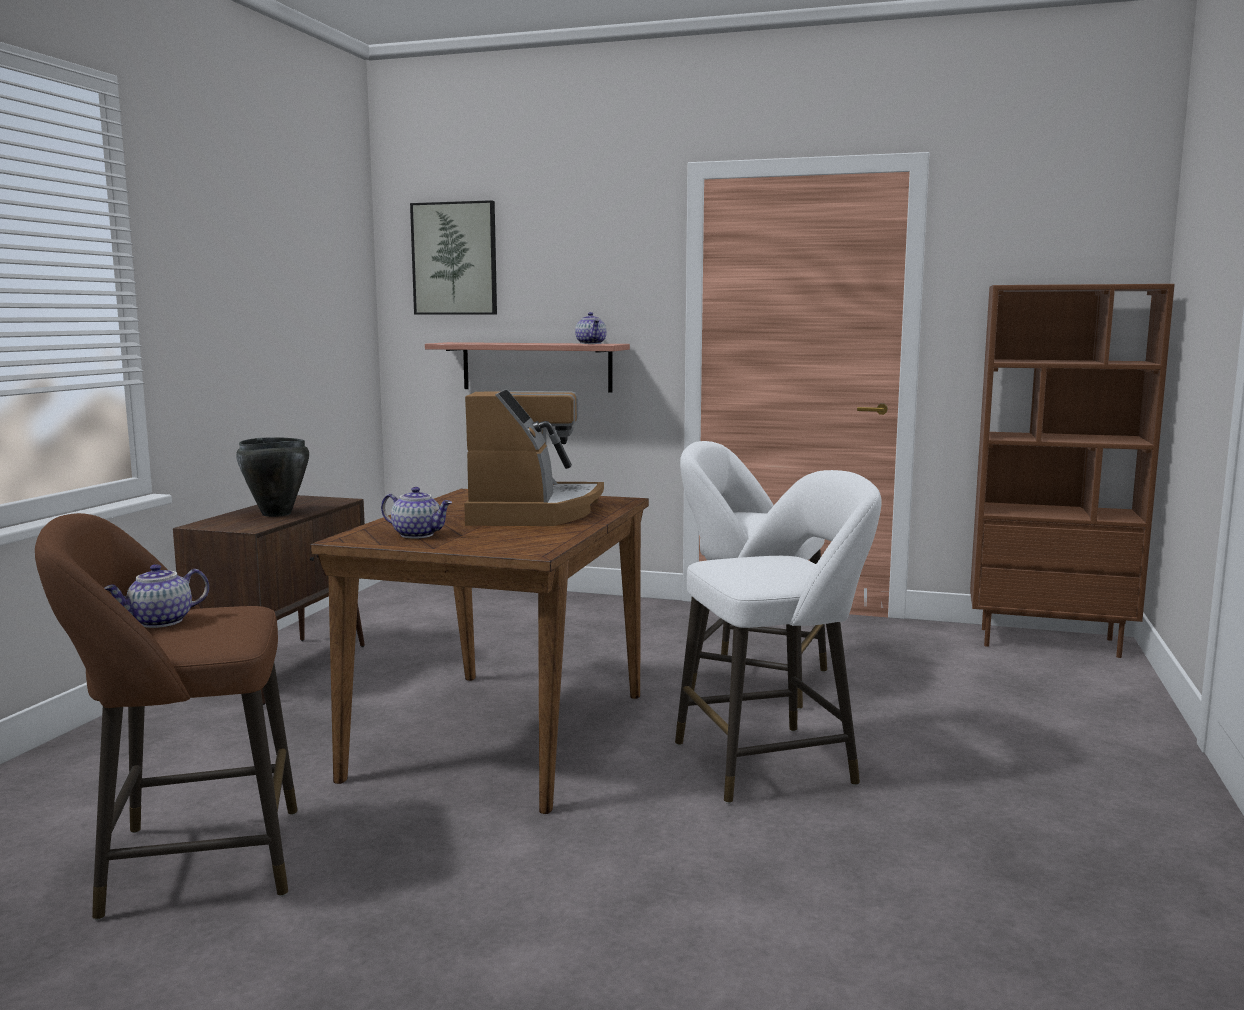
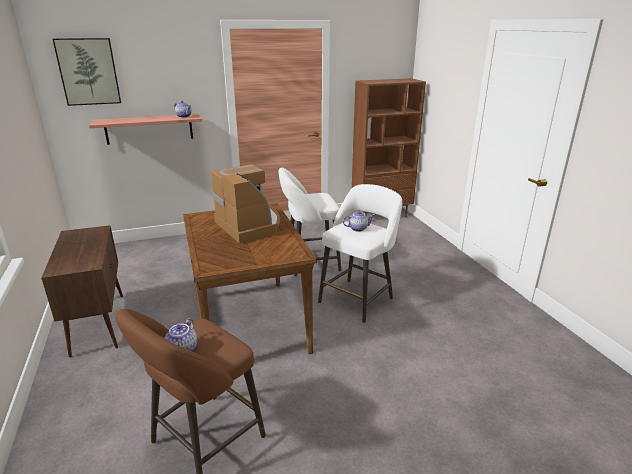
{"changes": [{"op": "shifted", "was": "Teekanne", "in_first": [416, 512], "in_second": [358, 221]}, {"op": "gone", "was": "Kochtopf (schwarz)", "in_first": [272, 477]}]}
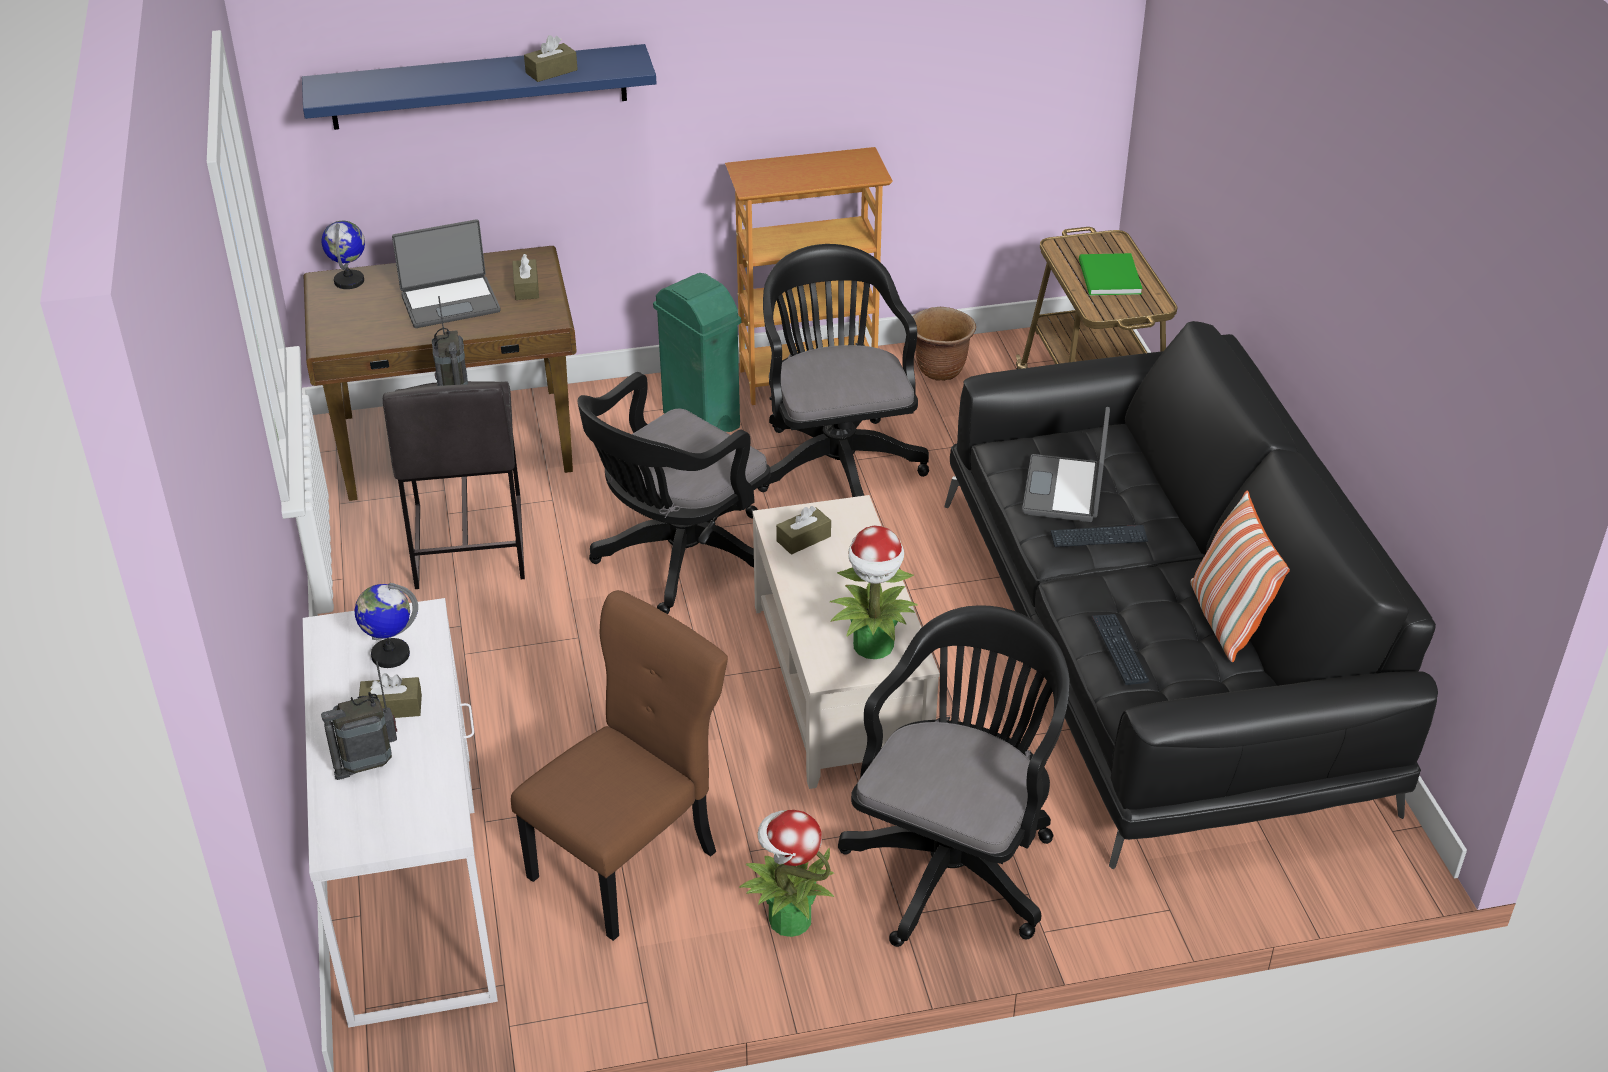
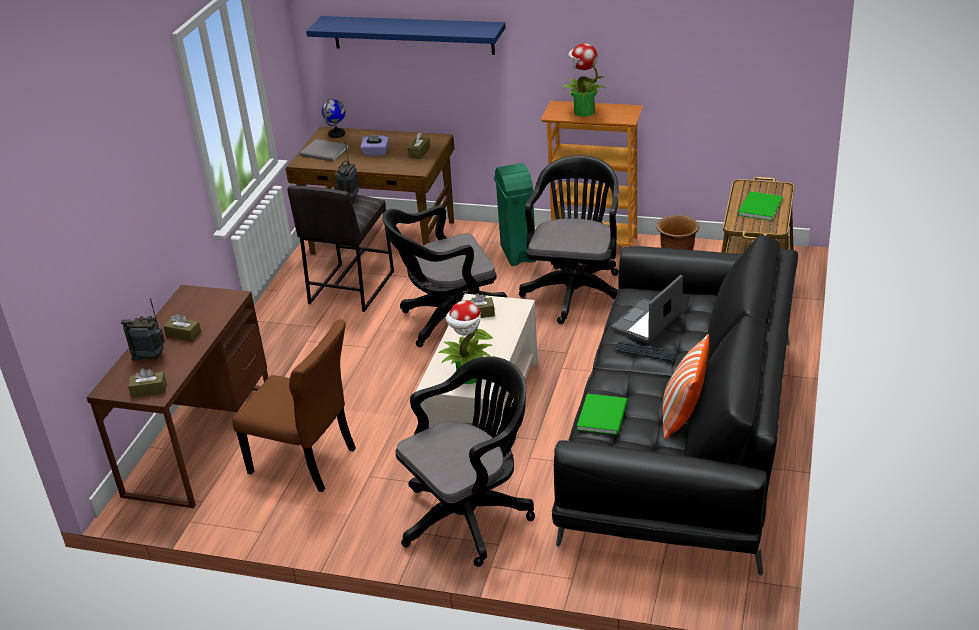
{"changes": [{"op": "repainted", "was": "Schreibtisch (weiß)", "now": "Schreibtisch (braun)", "in_first": [400, 813], "in_second": [177, 396]}, {"op": "shifted", "was": "Taschentuchbox (braun)", "in_first": [551, 58], "in_second": [147, 383]}, {"op": "rotated", "was": "Stuhl (braun)", "in_first": [619, 765], "in_second": [294, 405], "clockwise": 45}, {"op": "new", "now": "Buch (grau)", "in_second": [324, 150]}, {"op": "swapped", "was": "Laptop", "now": "Taschentuchbox (lila)", "in_first": [446, 273], "in_second": [374, 145]}, {"op": "shifted", "was": "Topfpflanze", "in_first": [786, 873], "in_second": [584, 80]}, {"op": "swapped", "was": "Tastatur", "now": "Buch (grün)", "in_first": [1120, 649], "in_second": [602, 414]}, {"op": "gone", "was": "Globus", "in_first": [386, 625]}]}
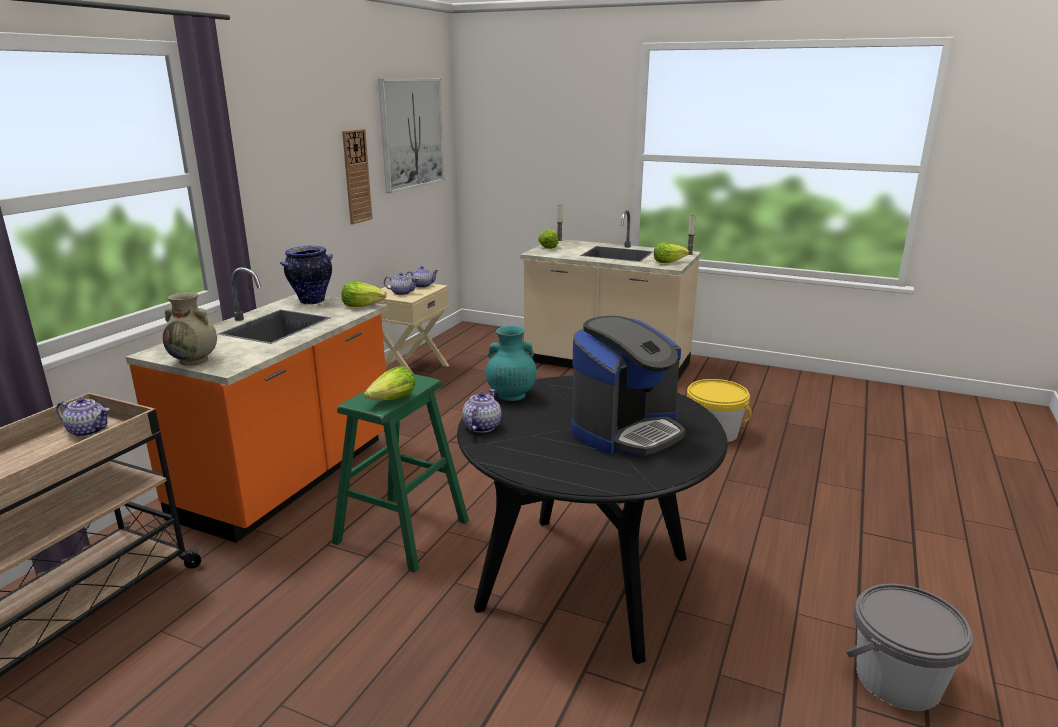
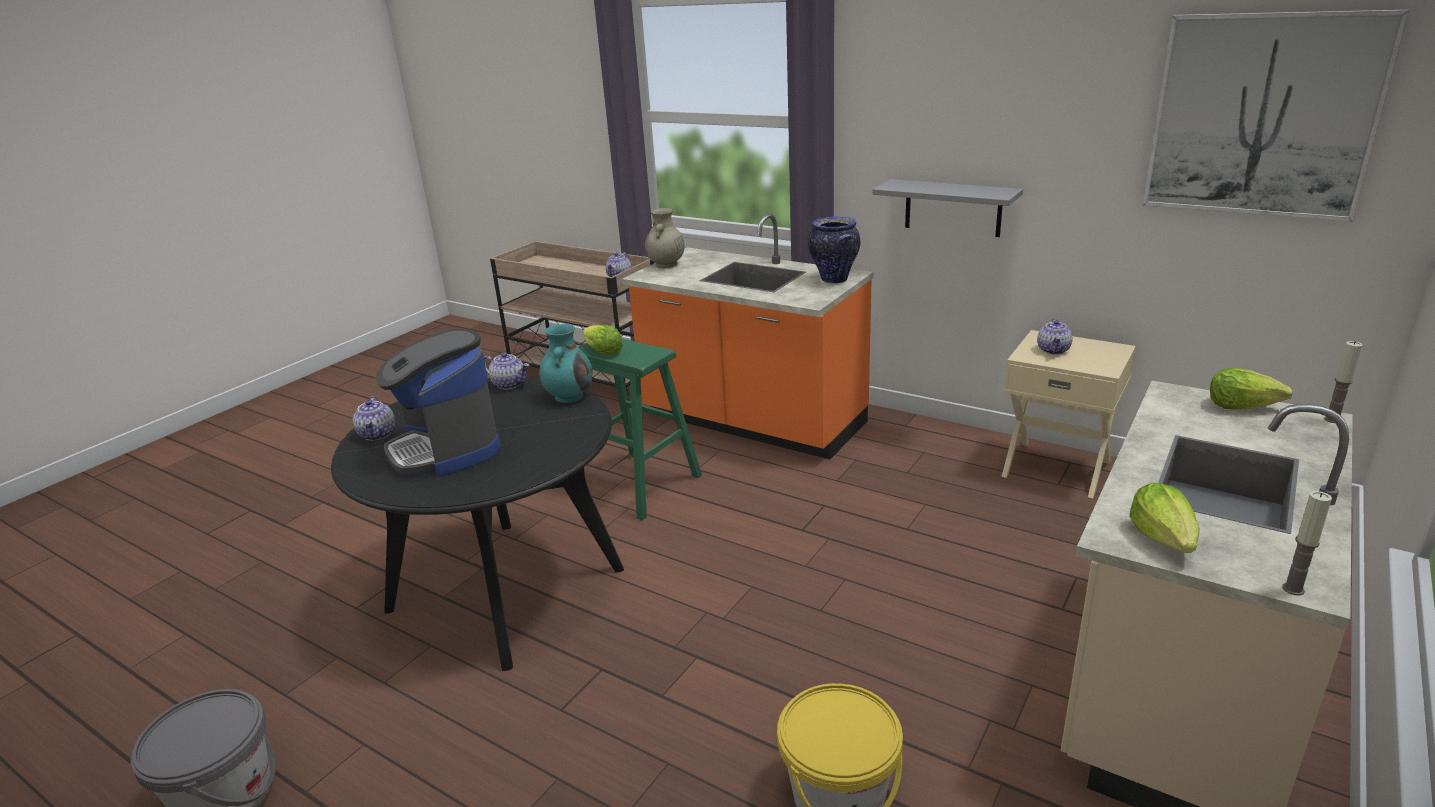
{"changes": [{"op": "shifted", "was": "Teekanne", "in_first": [421, 277], "in_second": [374, 418]}, {"op": "new", "now": "Wandregal (grau)", "in_second": [947, 208]}, {"op": "gone", "was": "Salatkopf", "in_first": [364, 294]}, {"op": "gone", "was": "Wanduhr", "in_first": [357, 176]}]}
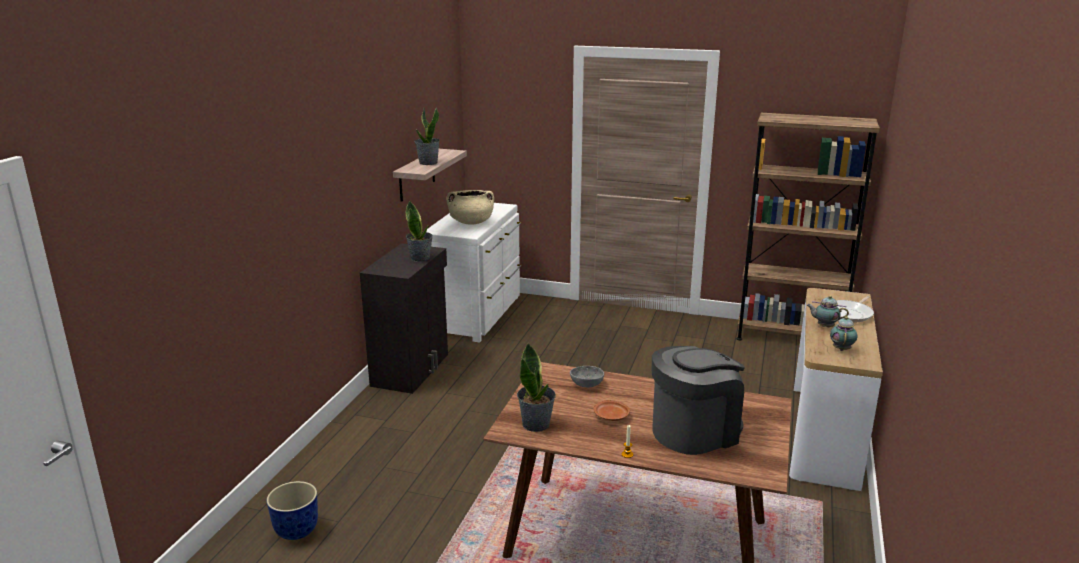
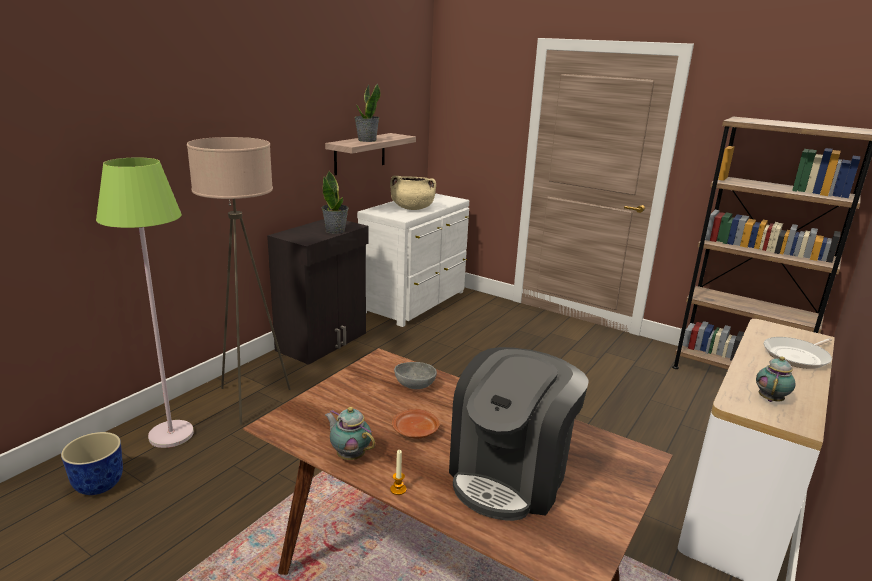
{"changes": [{"op": "new", "now": "Stehlampe (grün)", "in_second": [145, 302]}, {"op": "new", "now": "Stehlampe (beige)", "in_second": [239, 281]}, {"op": "shifted", "was": "Teekanne", "in_first": [828, 312], "in_second": [350, 433]}, {"op": "rotated", "was": "Kaffeemaschine", "in_first": [698, 400], "in_second": [519, 434], "clockwise": 135}, {"op": "gone", "was": "Topfpflanze", "in_first": [536, 387]}]}
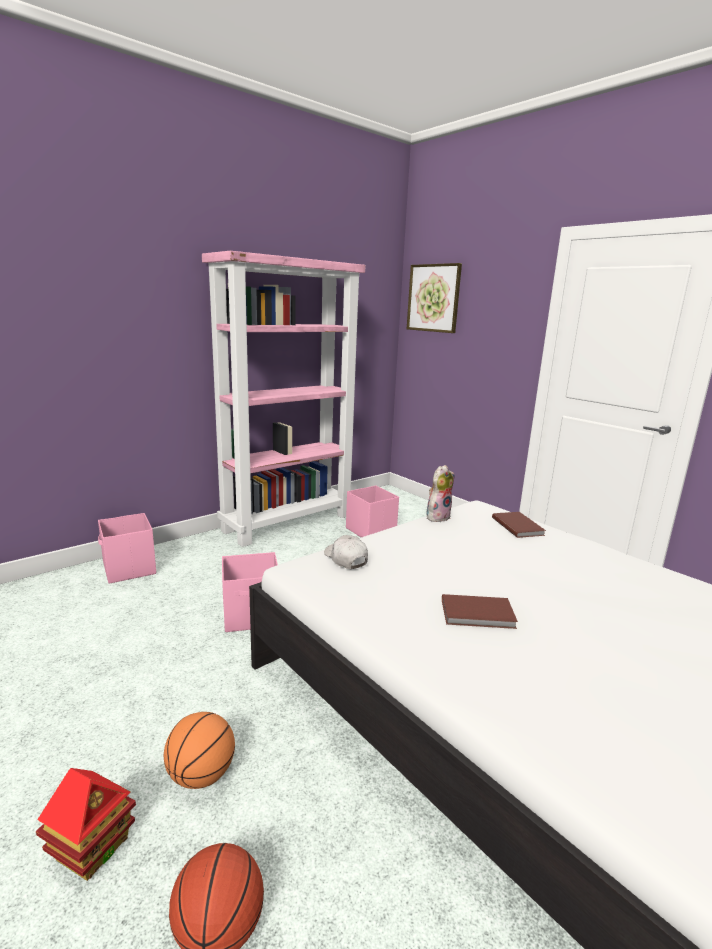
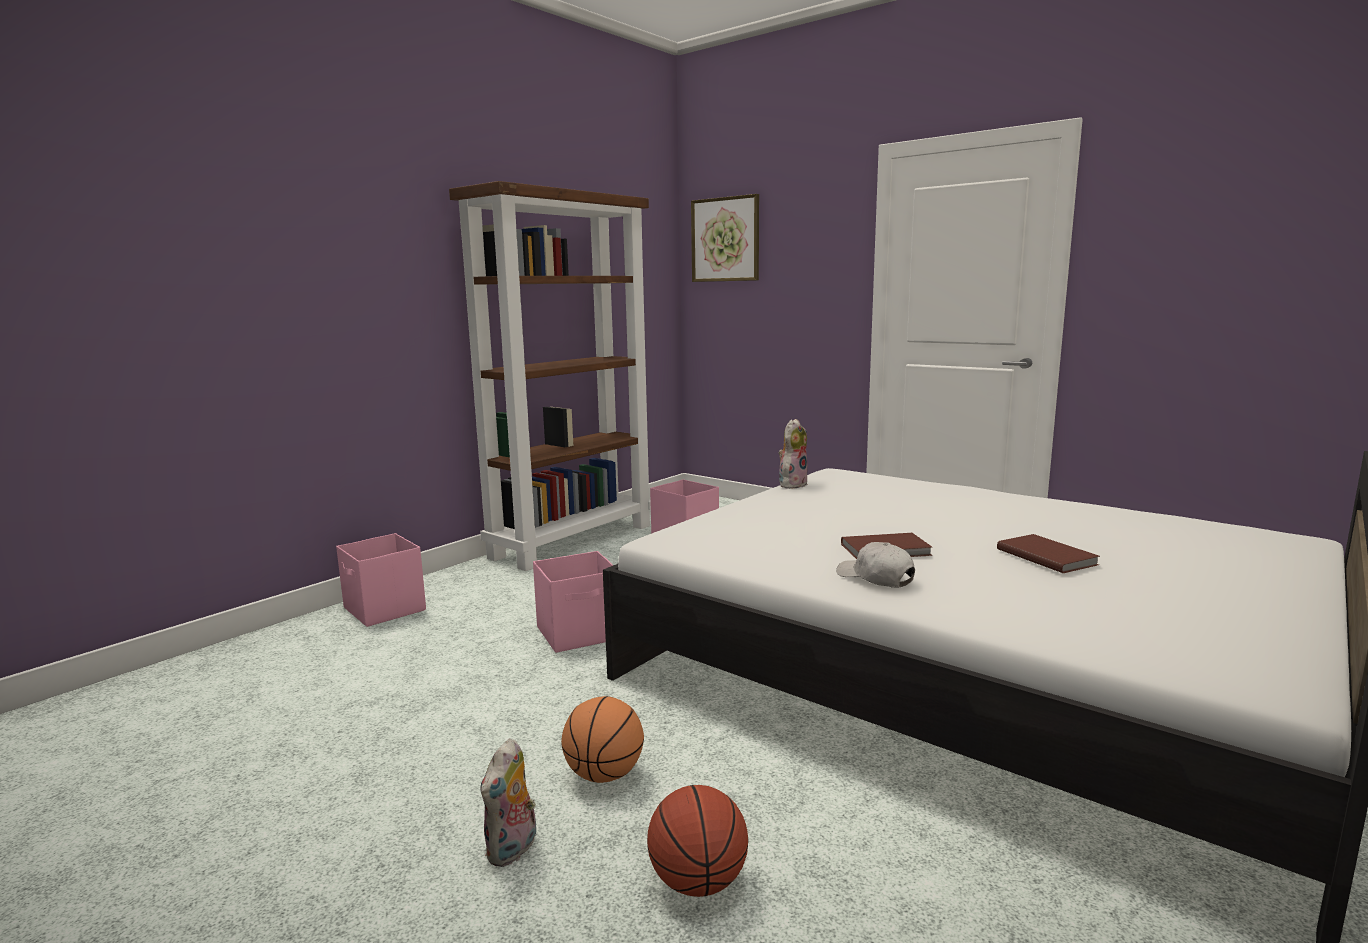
{"changes": [{"op": "repainted", "was": "Bücherregal (rosa)", "now": "Bücherregal (braun)", "in_first": [284, 399], "in_second": [550, 376]}, {"op": "swapped", "was": "Spielzeughaus", "now": "Plüschtier", "in_first": [86, 824], "in_second": [508, 802]}, {"op": "shifted", "was": "Kappe (weiß)", "in_first": [346, 552], "in_second": [875, 565]}, {"op": "shifted", "was": "Buch (braun)", "in_first": [519, 525], "in_second": [1048, 553]}]}
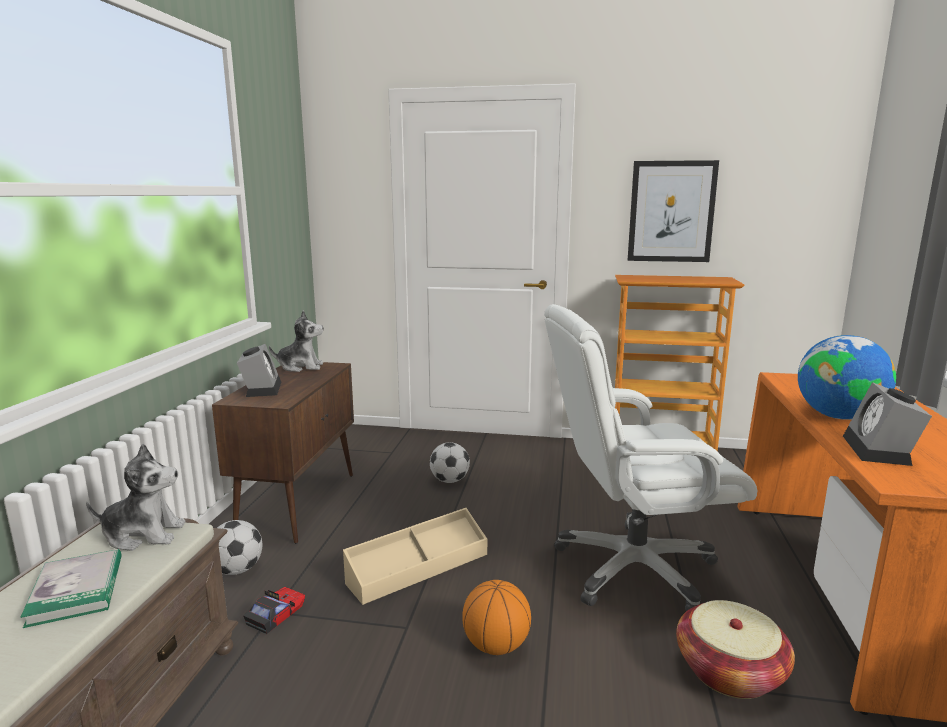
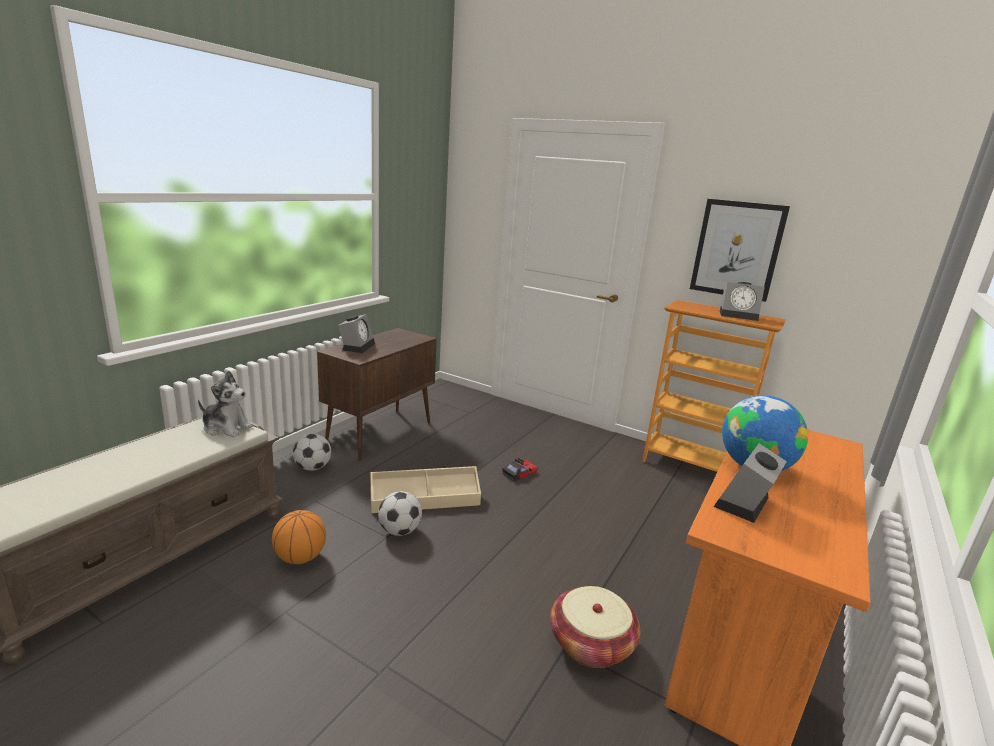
{"changes": [{"op": "shifted", "was": "Basketball", "in_first": [496, 617], "in_second": [299, 537]}, {"op": "shifted", "was": "Fußball", "in_first": [450, 462], "in_second": [400, 513]}, {"op": "shifted", "was": "Spielzeugauto", "in_first": [274, 610], "in_second": [520, 469]}, {"op": "new", "now": "Wecker", "in_second": [742, 301]}, {"op": "gone", "was": "Buch", "in_first": [71, 588]}, {"op": "gone", "was": "Plüschtier", "in_first": [296, 341]}, {"op": "gone", "was": "Bürostuhl (weiß)", "in_first": [650, 457]}]}
